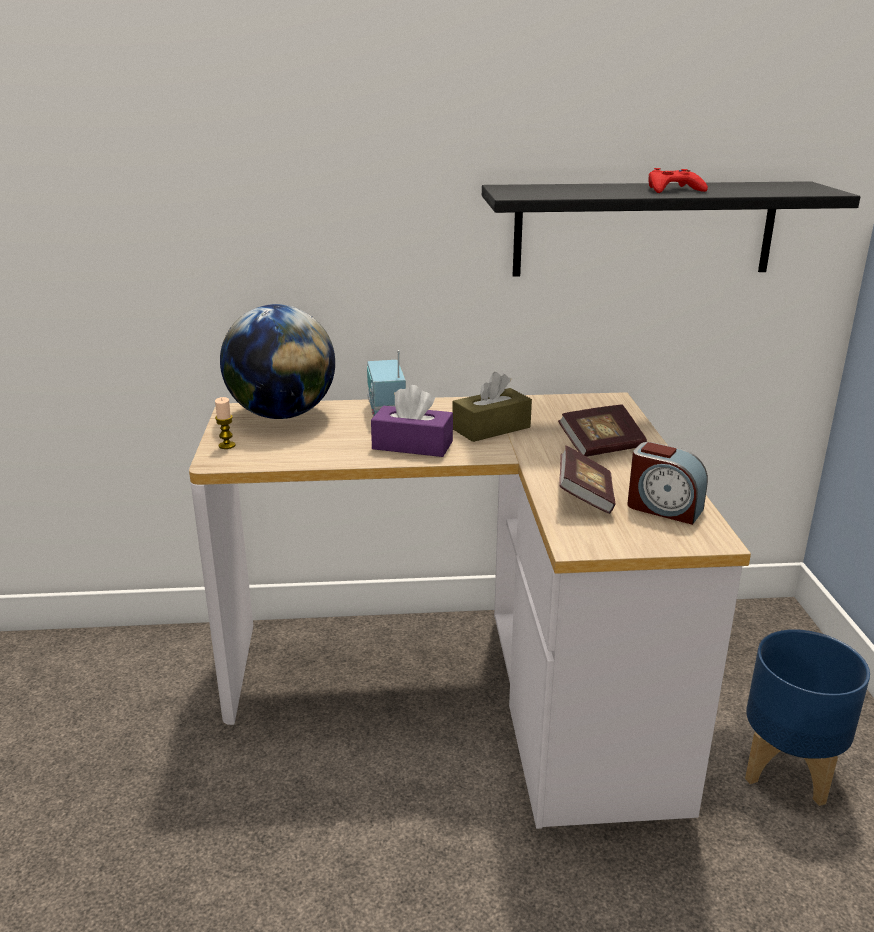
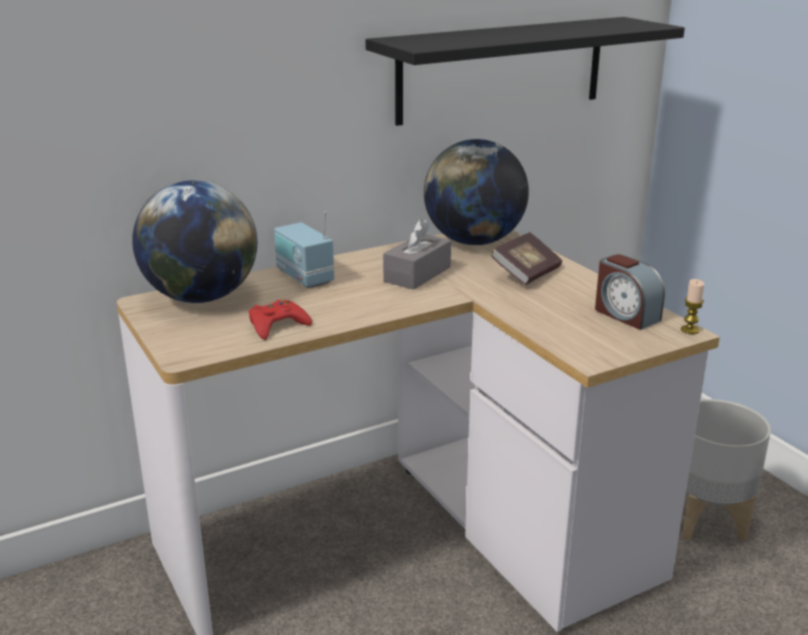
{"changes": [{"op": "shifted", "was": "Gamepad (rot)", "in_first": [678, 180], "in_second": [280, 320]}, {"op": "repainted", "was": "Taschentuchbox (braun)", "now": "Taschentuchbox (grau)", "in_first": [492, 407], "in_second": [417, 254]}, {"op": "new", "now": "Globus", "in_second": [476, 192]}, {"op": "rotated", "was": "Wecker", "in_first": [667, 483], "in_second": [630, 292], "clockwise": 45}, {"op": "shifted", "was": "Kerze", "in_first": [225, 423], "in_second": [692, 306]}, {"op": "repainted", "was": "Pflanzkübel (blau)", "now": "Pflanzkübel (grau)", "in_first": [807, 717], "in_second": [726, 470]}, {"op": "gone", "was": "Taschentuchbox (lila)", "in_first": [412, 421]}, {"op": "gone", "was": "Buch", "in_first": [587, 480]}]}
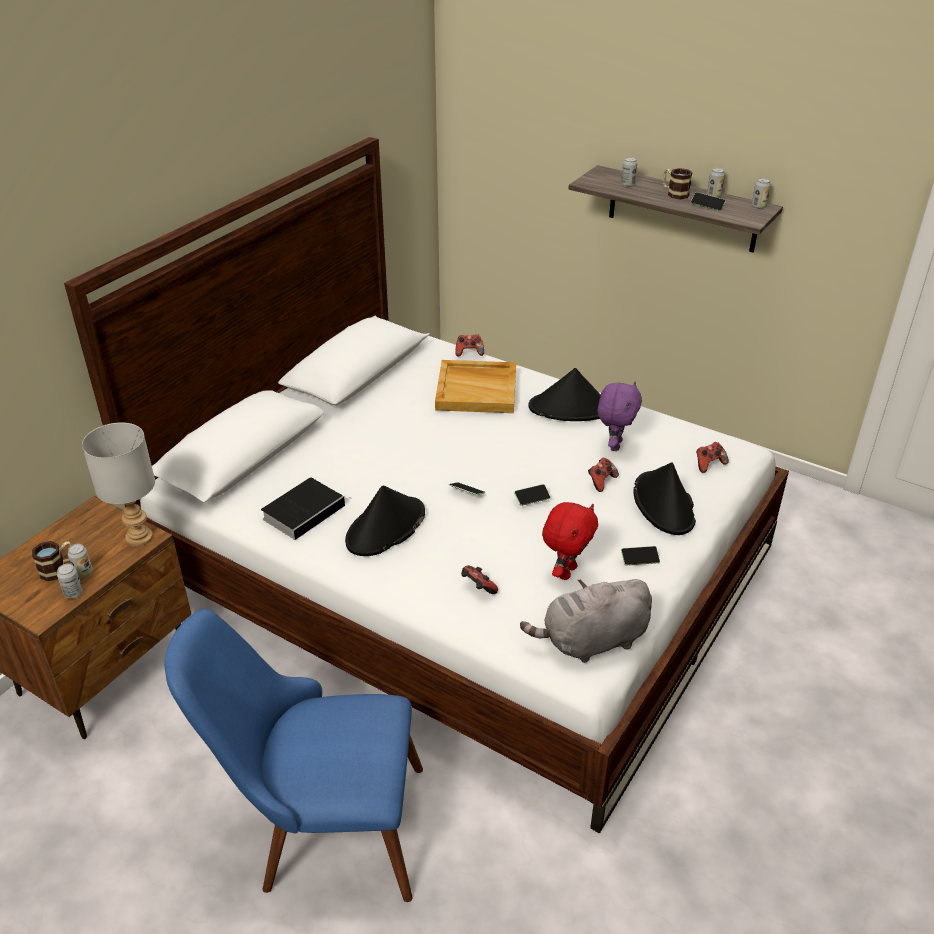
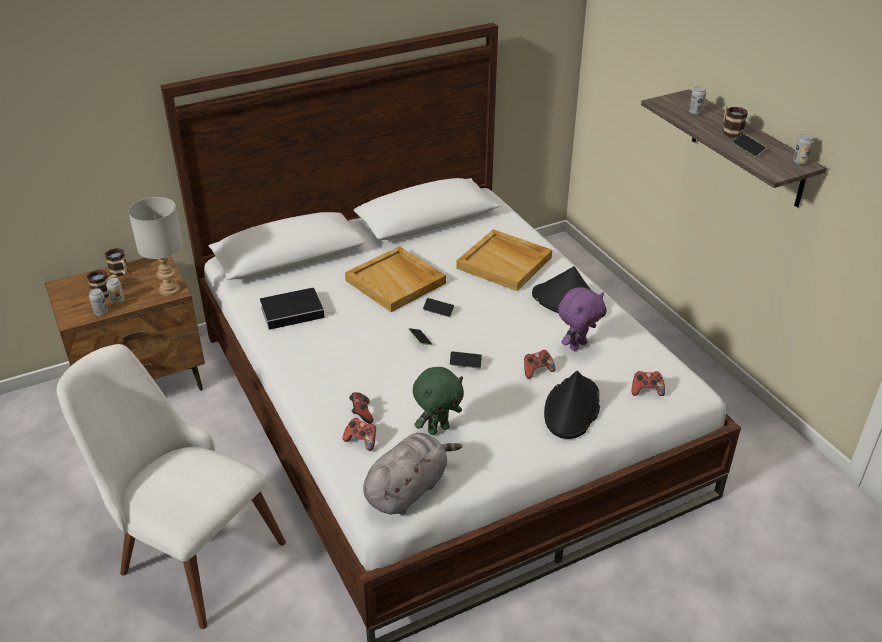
{"changes": [{"op": "repainted", "was": "Stuhl (blau)", "now": "Stuhl (weiß)", "in_first": [294, 755], "in_second": [171, 486]}, {"op": "new", "now": "Henkelbecher", "in_second": [117, 262]}, {"op": "shifted", "was": "Gamepad", "in_first": [469, 345], "in_second": [359, 434]}, {"op": "new", "now": "Tablett (beige)", "in_second": [395, 279]}, {"op": "rotated", "was": "Plüschtier (grau)", "in_first": [586, 621], "in_second": [412, 474], "clockwise": 120}, {"op": "repainted", "was": "Plüschtier (rot)", "now": "Plüschtier (grün)", "in_first": [570, 541], "in_second": [438, 401]}, {"op": "shifted", "was": "Handy", "in_first": [640, 556], "in_second": [439, 307]}, {"op": "gone", "was": "Hut (schwarz)", "in_first": [385, 520]}, {"op": "gone", "was": "Dose", "in_first": [716, 183]}]}
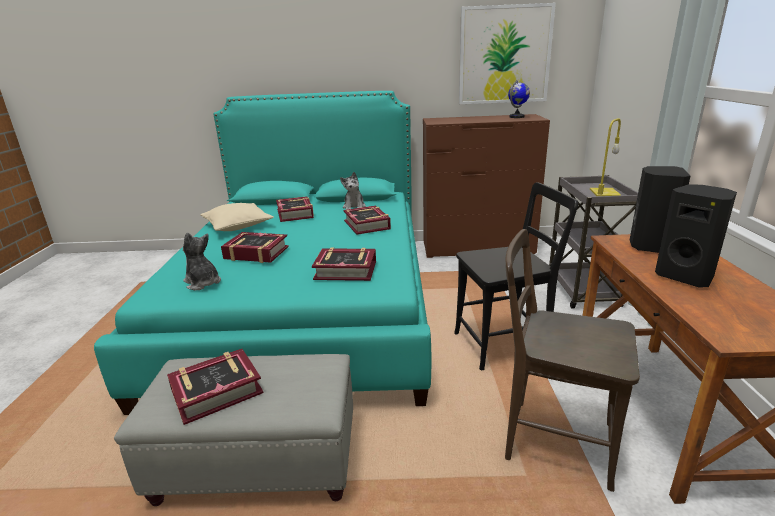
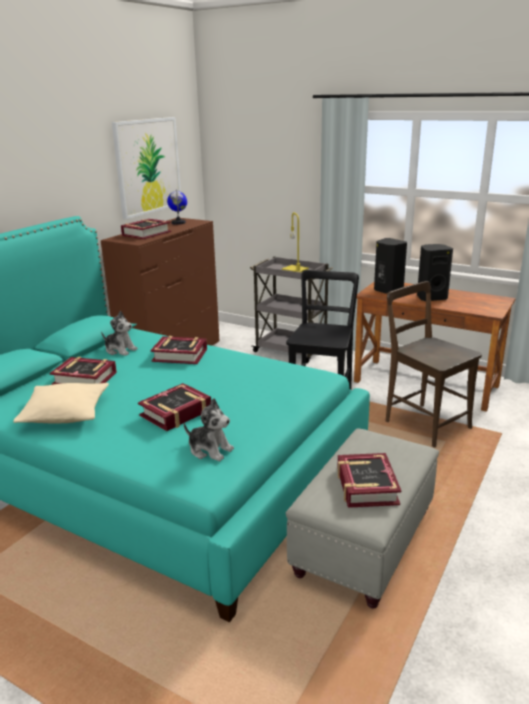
{"changes": [{"op": "shifted", "was": "Buch", "in_first": [344, 264], "in_second": [146, 229]}, {"op": "rotated", "was": "Plüschtier", "in_first": [202, 261], "in_second": [209, 429], "clockwise": -135}, {"op": "rotated", "was": "Stuhl (braun)", "in_first": [572, 360], "in_second": [434, 364], "clockwise": 90}]}
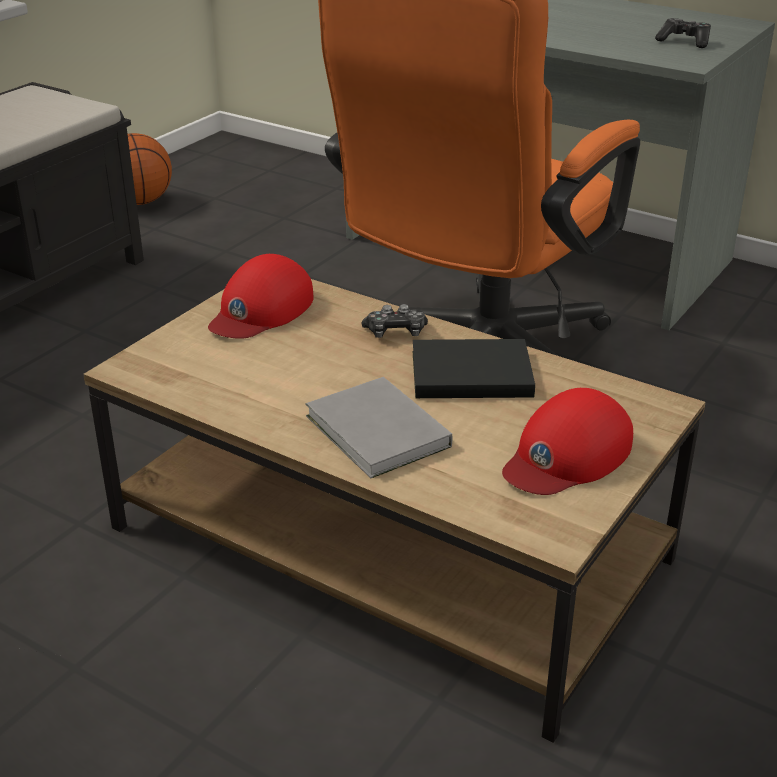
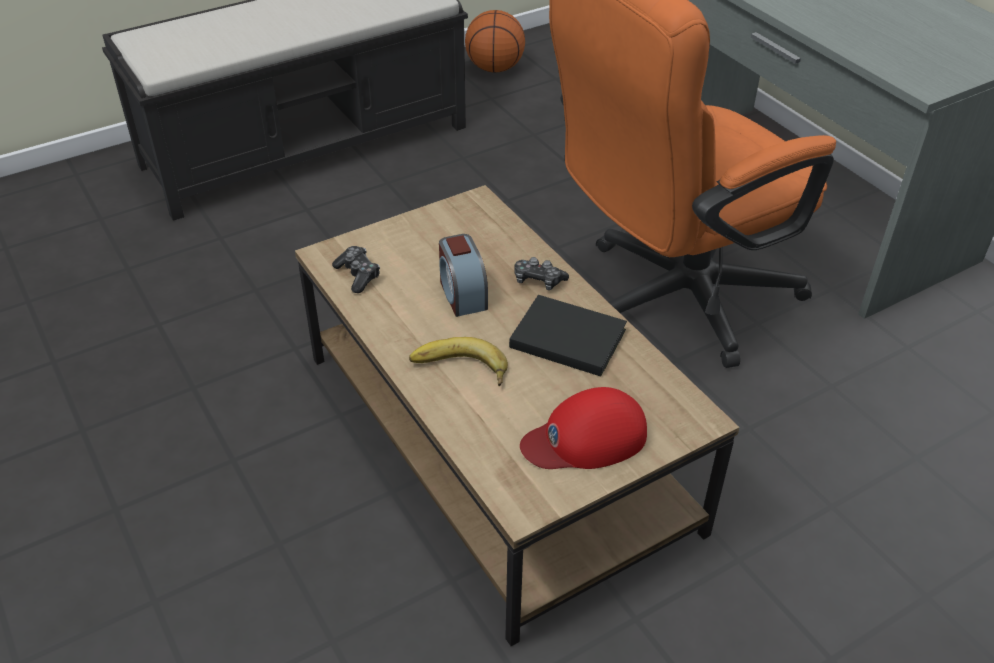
{"changes": [{"op": "shifted", "was": "Gamepad", "in_first": [683, 33], "in_second": [356, 269]}, {"op": "swapped", "was": "Buch (grau)", "now": "Banane", "in_first": [379, 427], "in_second": [458, 361]}, {"op": "new", "now": "Wecker", "in_second": [463, 275]}, {"op": "gone", "was": "Kappe (rot)", "in_first": [260, 296]}]}
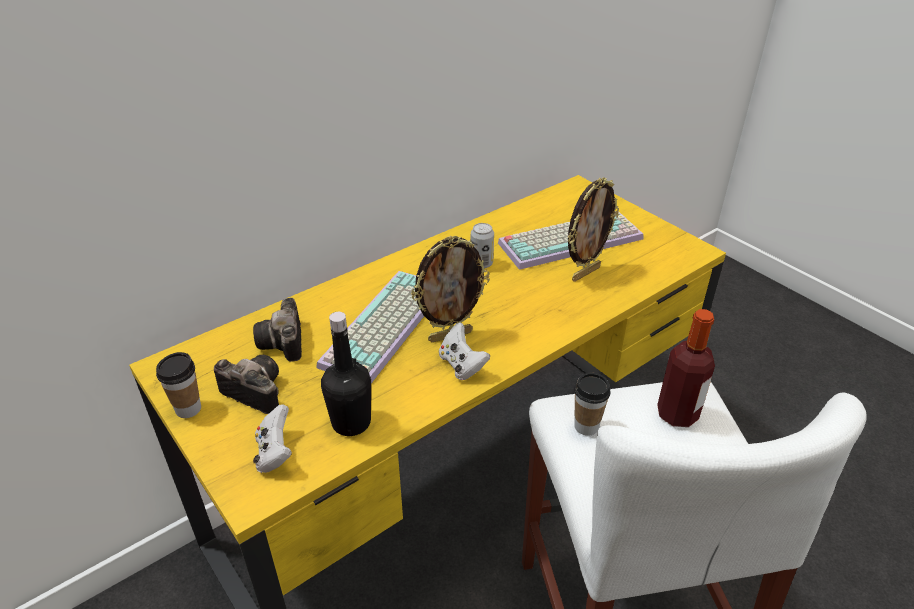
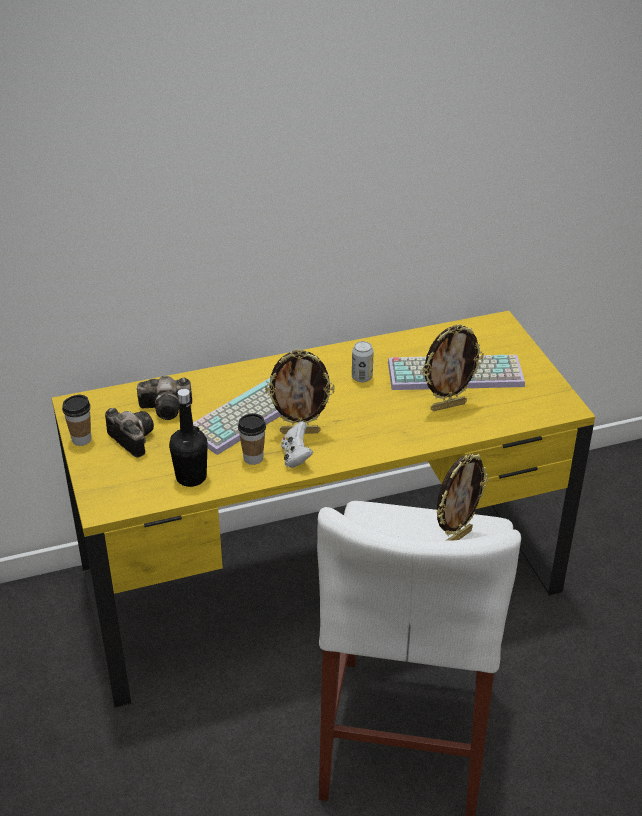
{"changes": [{"op": "rotated", "was": "Kamera", "in_first": [277, 330], "in_second": [164, 398], "clockwise": -105}, {"op": "shifted", "was": "Tasse", "in_first": [592, 404], "in_second": [252, 439]}, {"op": "swapped", "was": "Flasche", "now": "Bilderrahmen", "in_first": [686, 368], "in_second": [462, 497]}, {"op": "gone", "was": "Gamepad (weiß)", "in_first": [272, 439]}]}
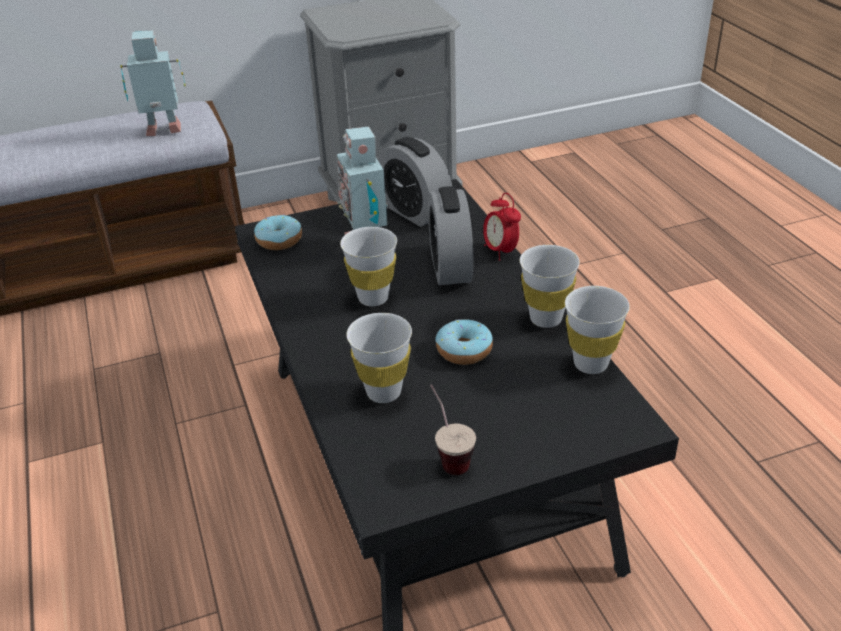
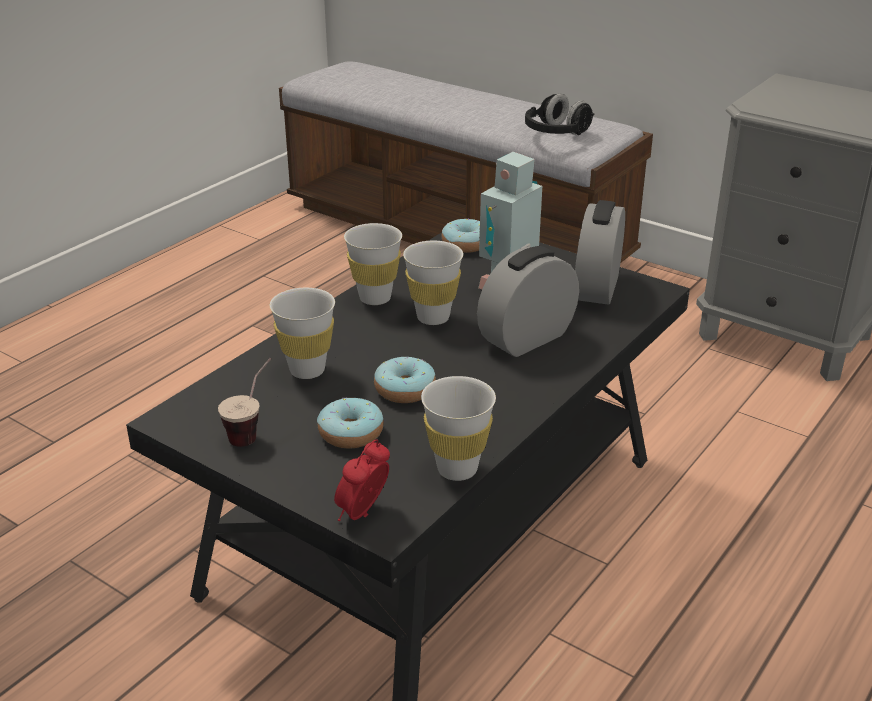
{"changes": [{"op": "new", "now": "Donut", "in_second": [350, 423]}, {"op": "shifted", "was": "Wecker", "in_first": [502, 227], "in_second": [362, 480]}, {"op": "shifted", "was": "Tasse (weiß)", "in_first": [550, 286], "in_second": [373, 264]}, {"op": "swapped", "was": "Spielzeugroboter", "now": "Kopfhörer (schwarz)", "in_first": [153, 83], "in_second": [560, 114]}]}
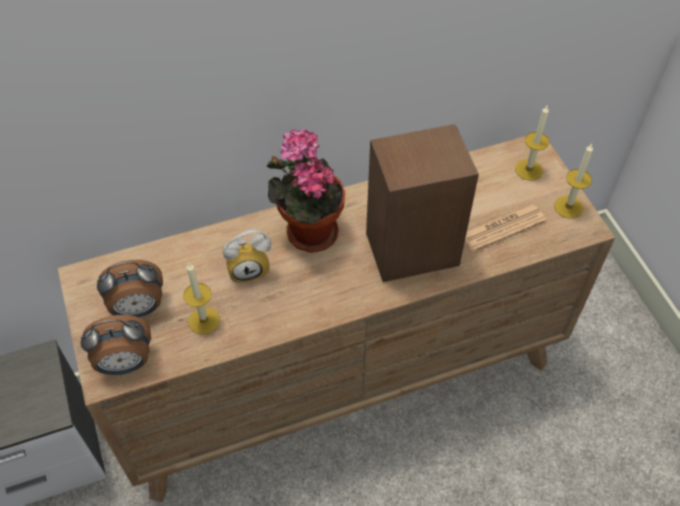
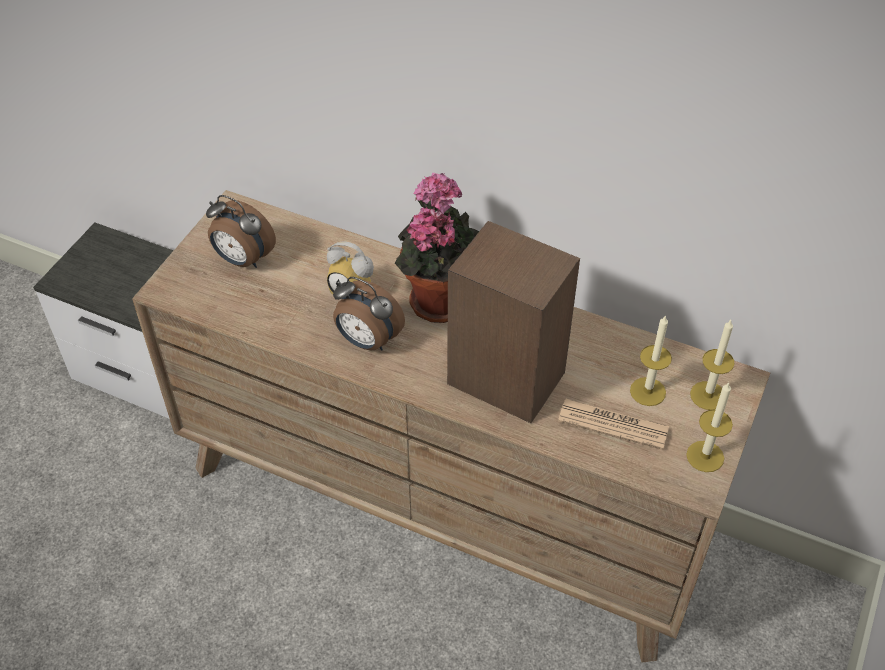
{"changes": [{"op": "shifted", "was": "Wecker", "in_first": [116, 345], "in_second": [369, 314]}, {"op": "shifted", "was": "Kerze", "in_first": [201, 298], "in_second": [651, 360]}]}
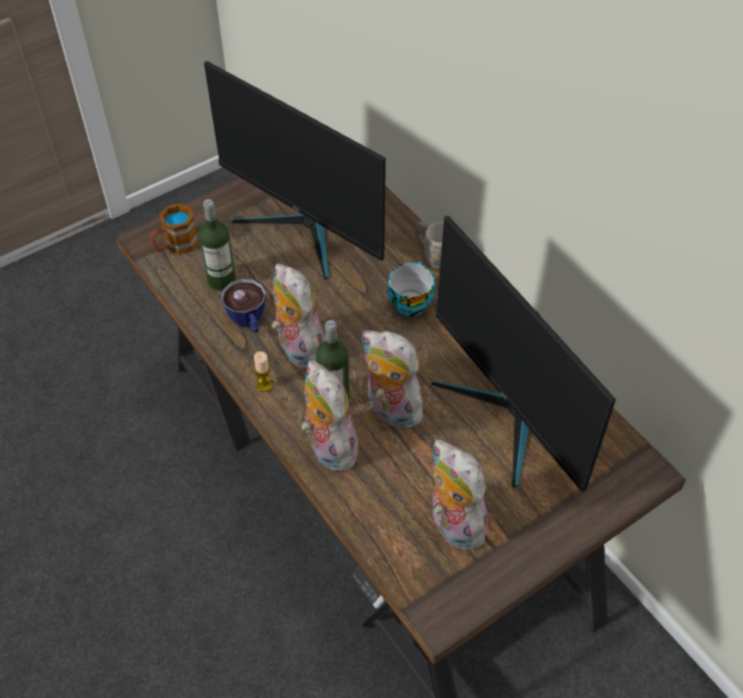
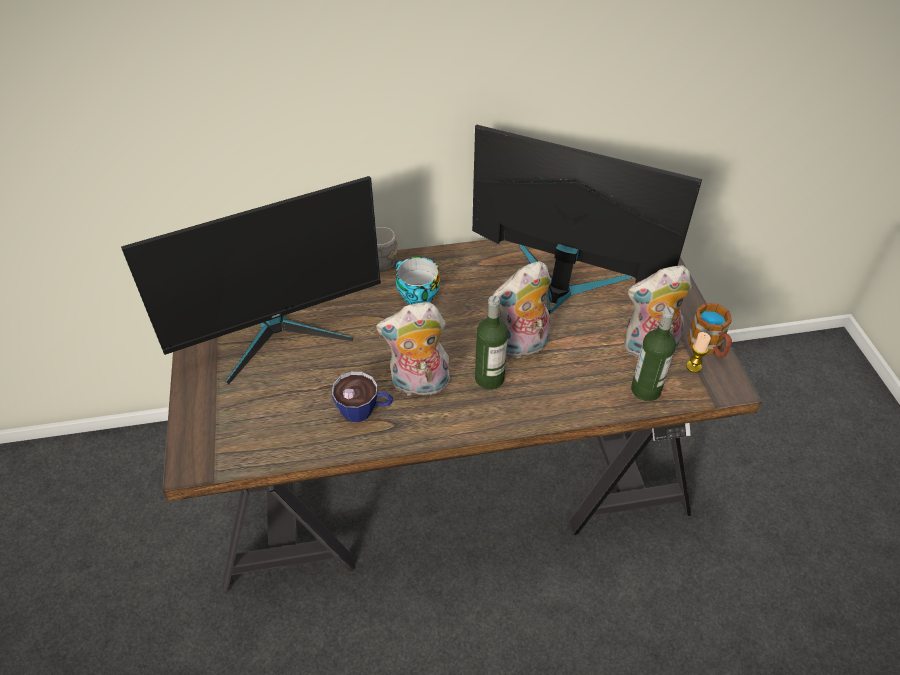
{"changes": [{"op": "rotated", "was": "Monitor", "in_first": [523, 354], "in_second": [587, 219], "clockwise": -150}, {"op": "shifted", "was": "Flasche", "in_first": [217, 244], "in_second": [653, 354]}, {"op": "shifted", "was": "Kerze", "in_first": [263, 371], "in_second": [698, 352]}, {"op": "shifted", "was": "Henkelbecher", "in_first": [174, 229], "in_second": [710, 330]}, {"op": "gone", "was": "Plüschtier", "in_first": [331, 415]}]}
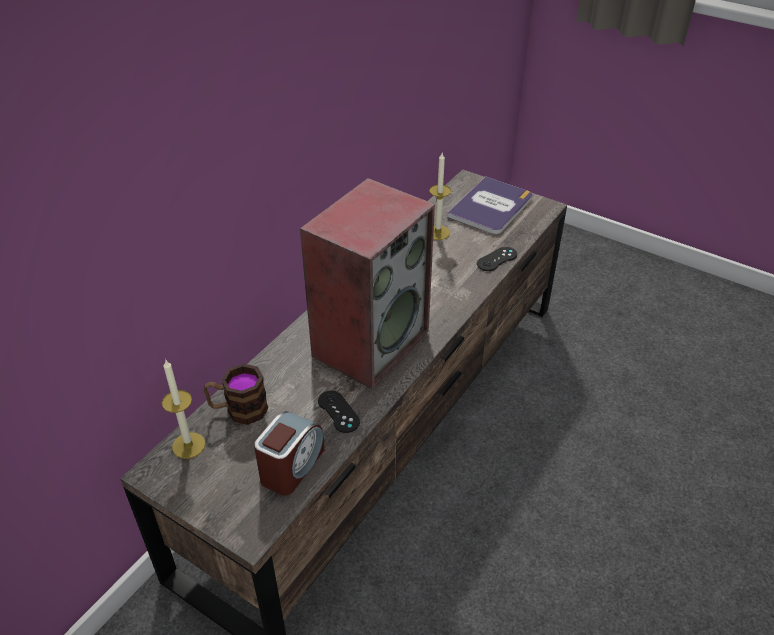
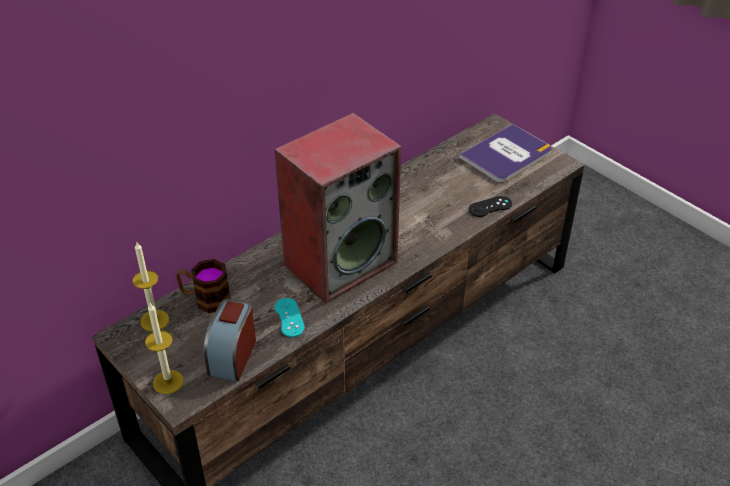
{"changes": [{"op": "shifted", "was": "Kerze", "in_first": [440, 196], "in_second": [164, 348]}, {"op": "rotated", "was": "Wecker", "in_first": [289, 453], "in_second": [230, 339], "clockwise": 150}, {"op": "repainted", "was": "Gamepad (schwarz)", "now": "Gamepad (türkis)", "in_first": [339, 411], "in_second": [290, 317]}]}
